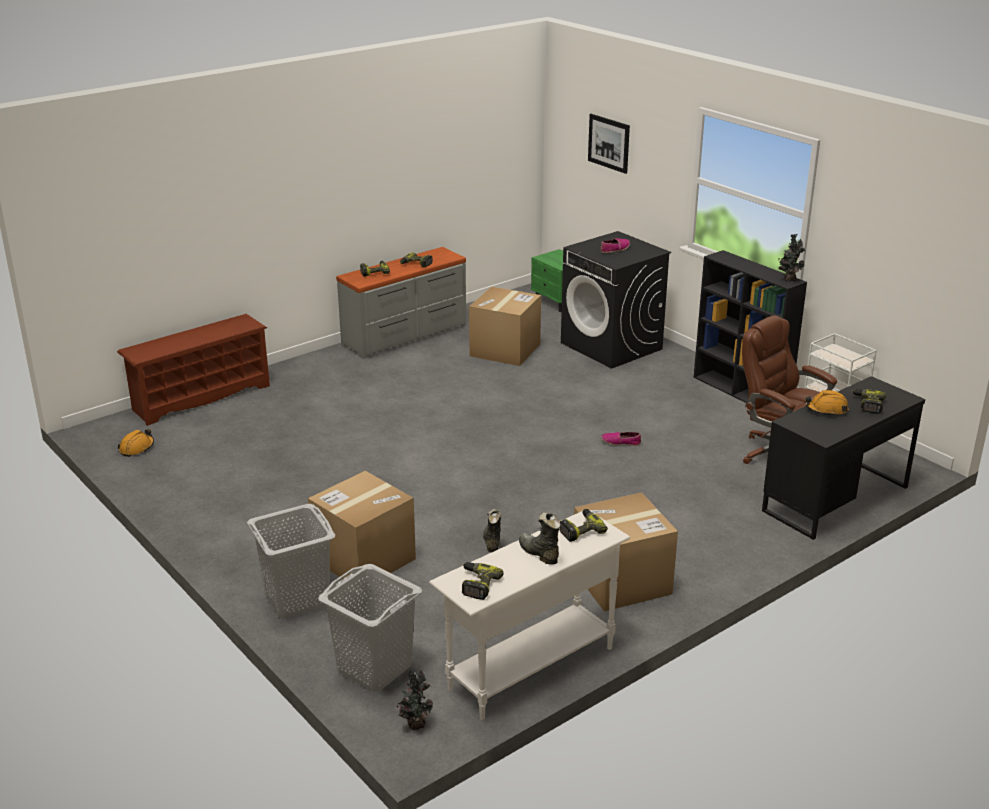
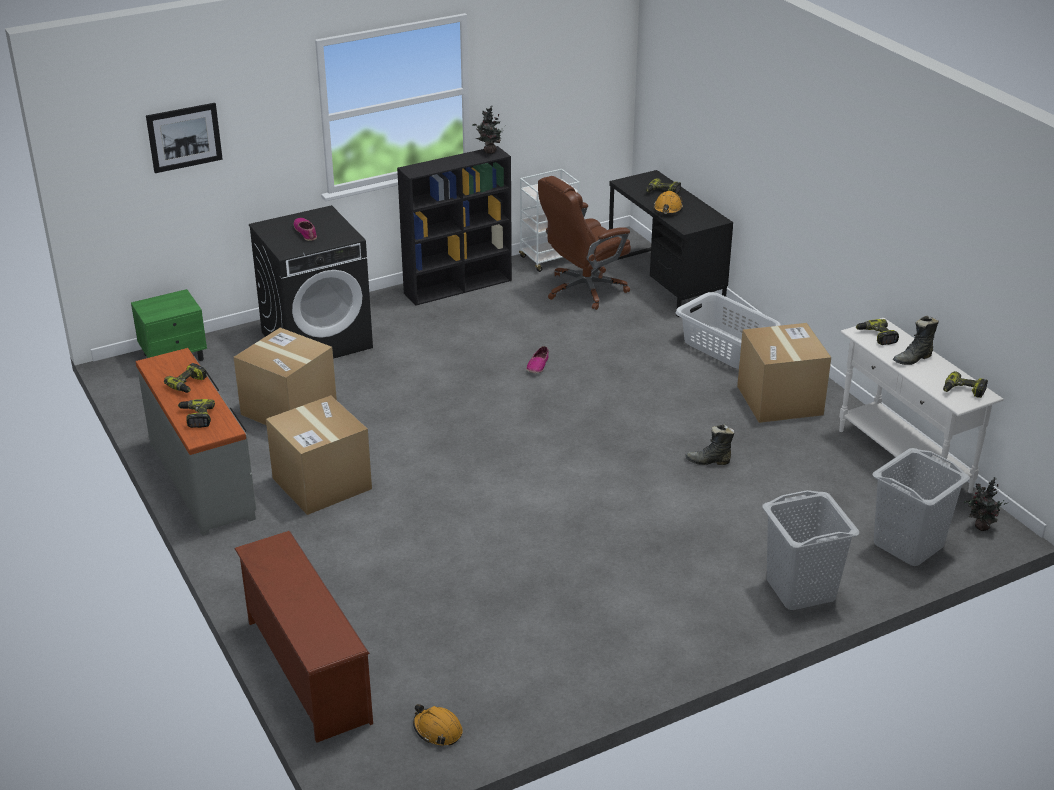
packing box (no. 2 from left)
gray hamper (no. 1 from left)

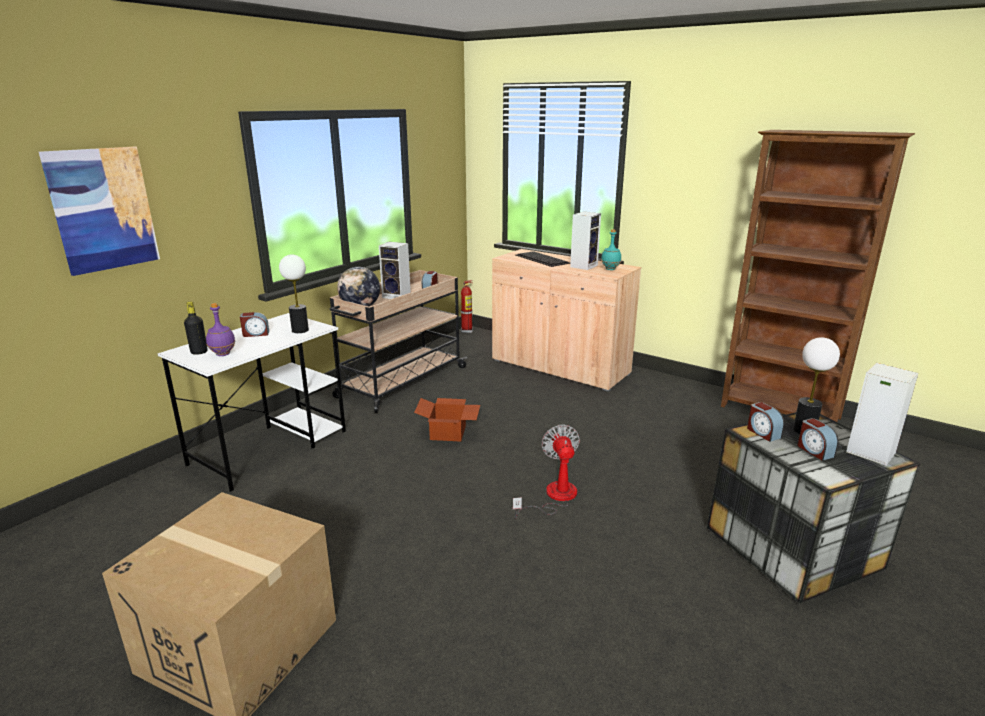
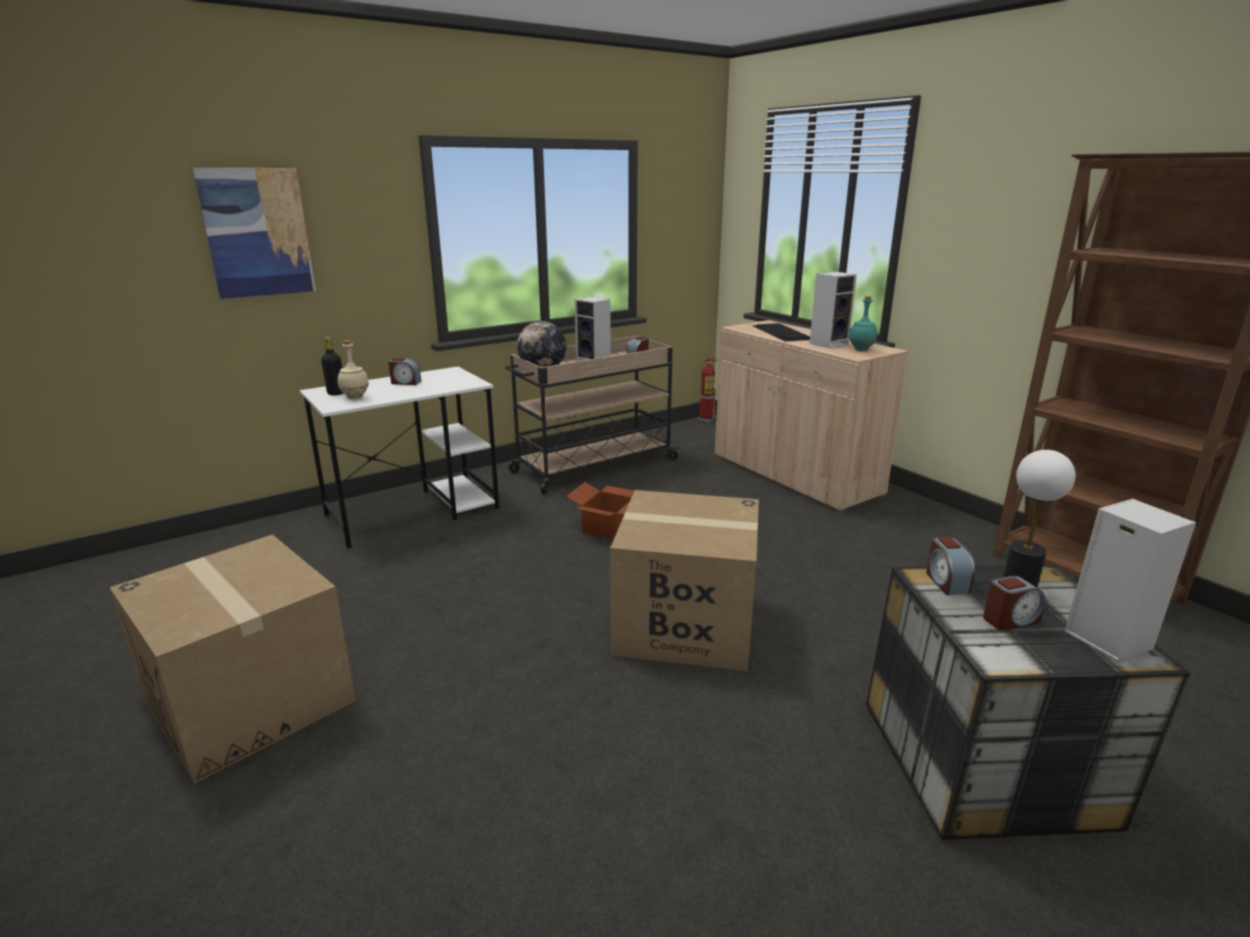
beige beverage bottle
lamp for a table (no. 1 from left in the first image)
packing box (no. 3 from left)
bedside clock (no. 4 from left)

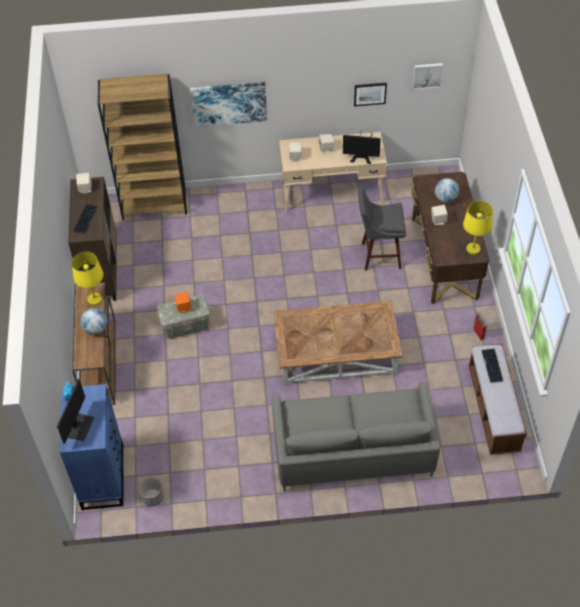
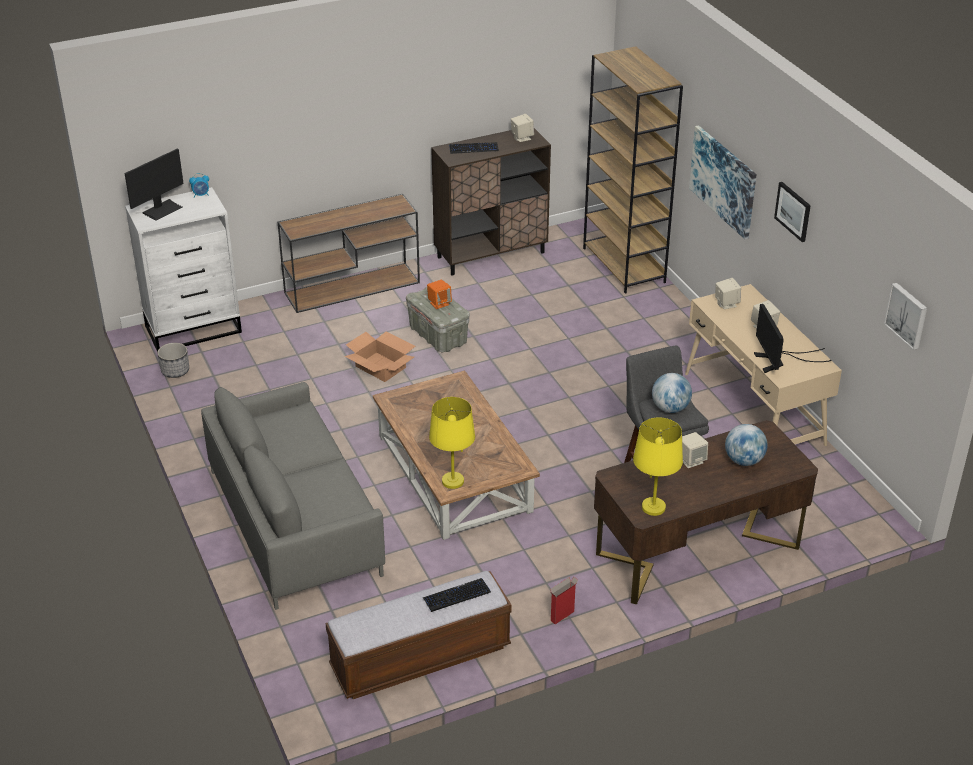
computer display (no. 1 from left)
whitish dresser
yellow-coloured lamp for a table (no. 1 from left)
desk globe (no. 1 from left)
picture (no. 2 from left)
packing box (no. 1 from left)

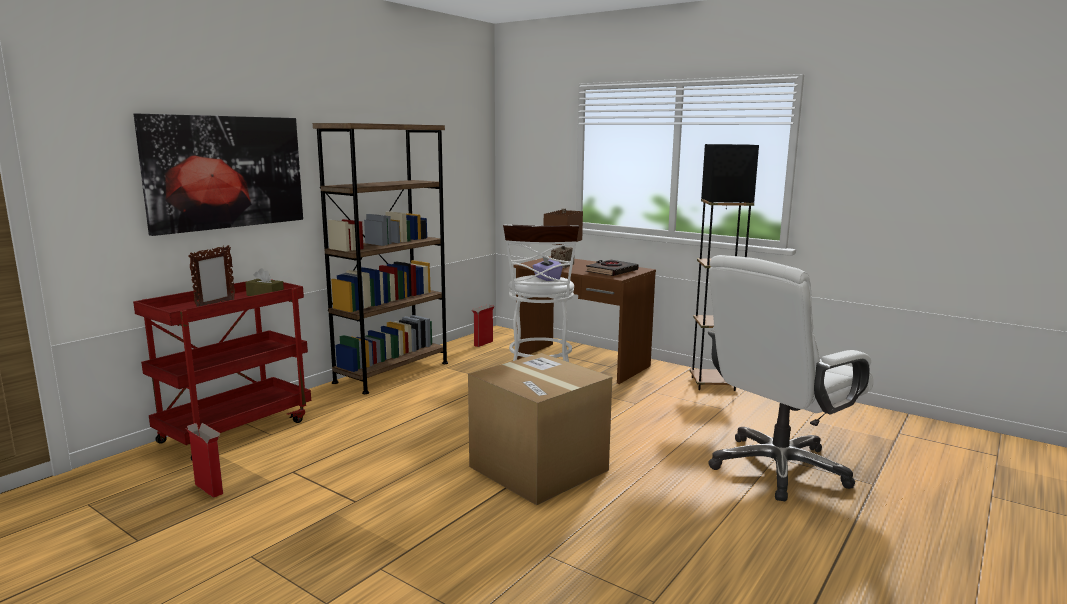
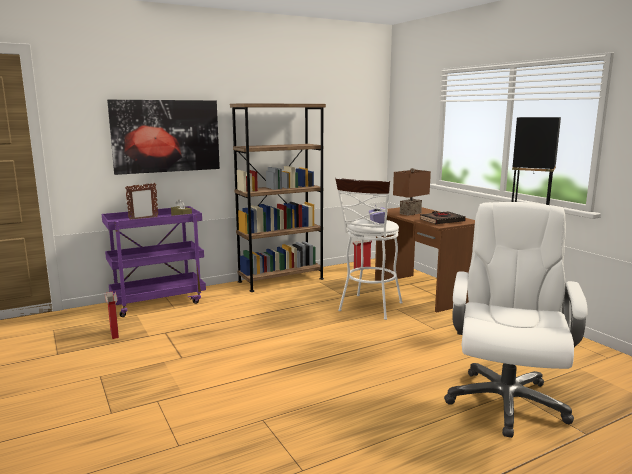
purple trolley
packing box (no. 3 from left in the first image)
whitish desk chair

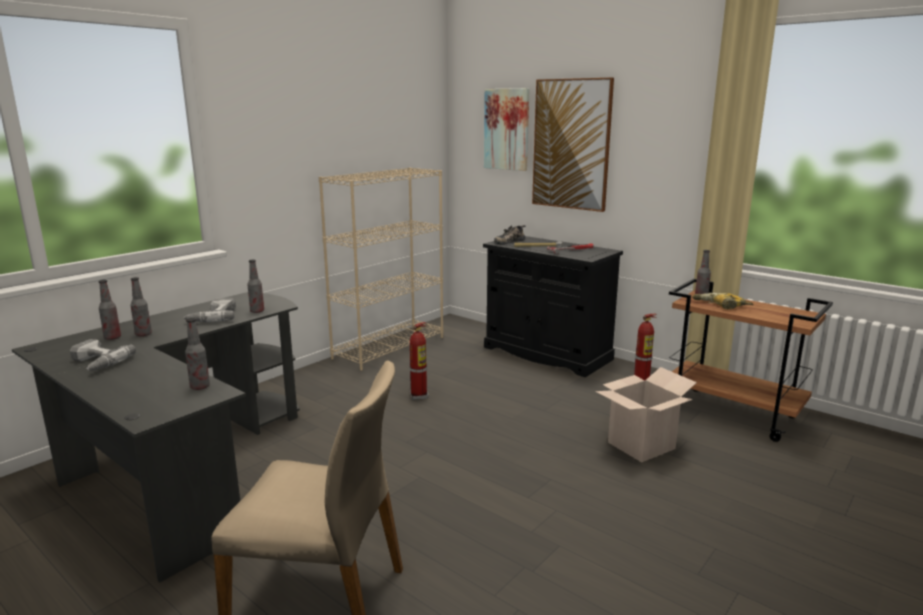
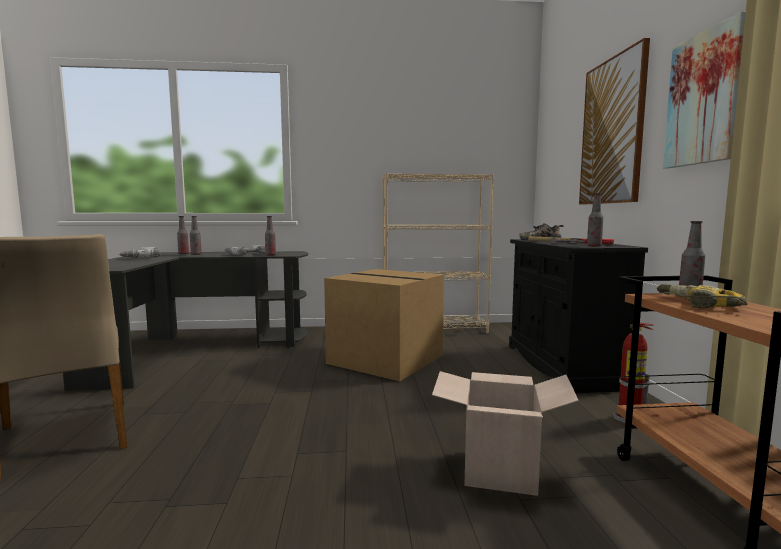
beverage bottle (no. 4 from left)
packing box (no. 1 from left)
picture (no. 2 from left)

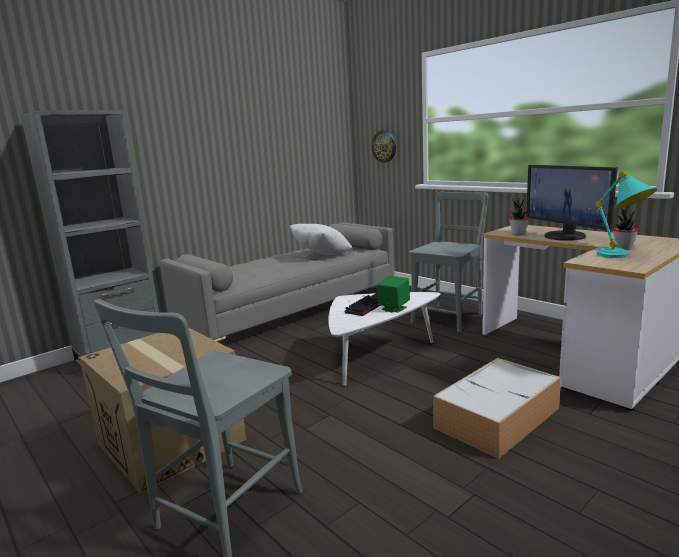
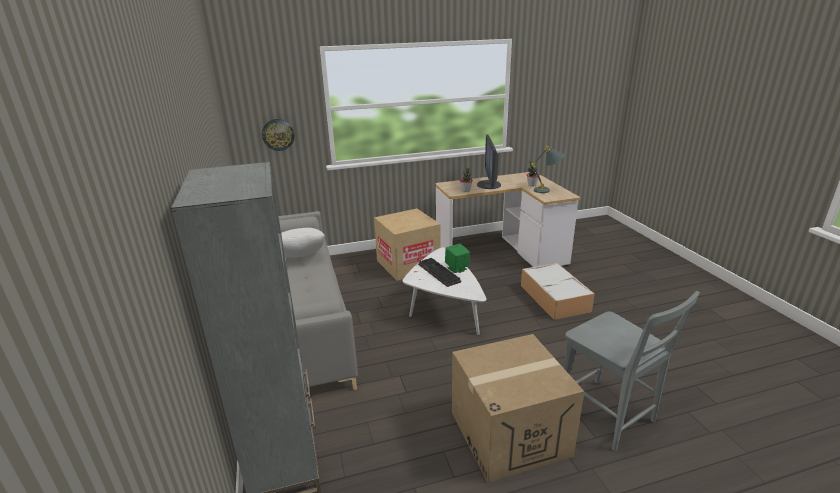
packing box (no. 1 from left)
computer display
gray lamp for a table

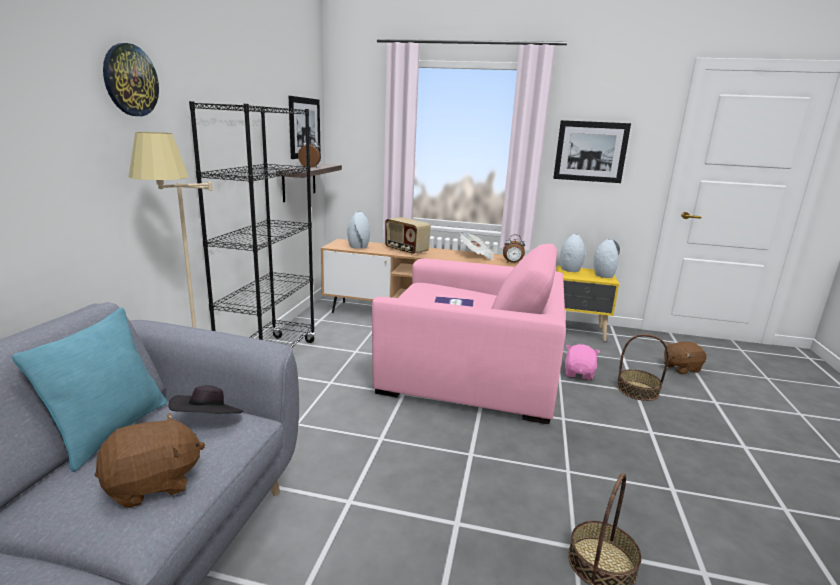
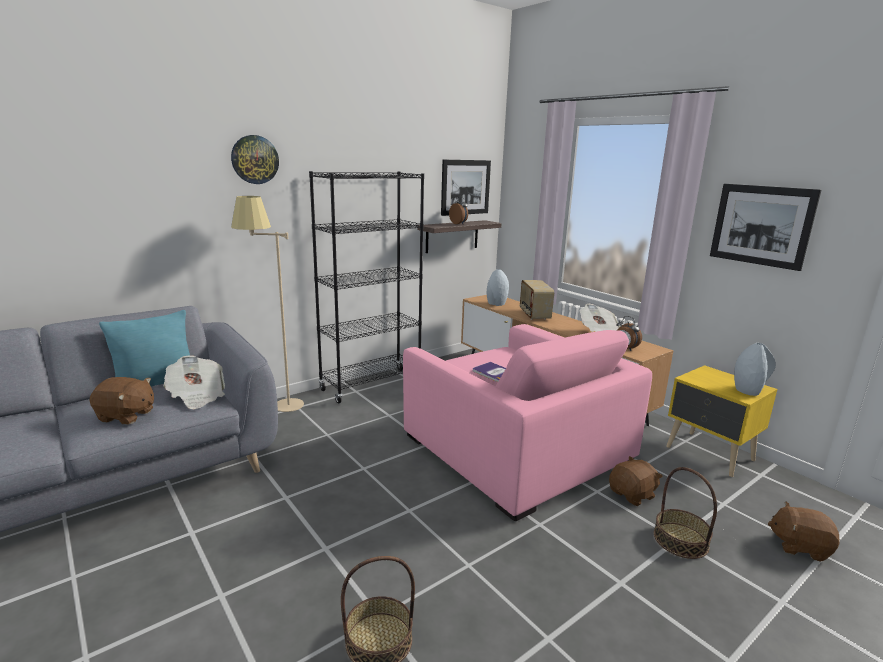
newspaper (no. 1 from left)
gray flower vase (no. 2 from left in the first image)
brown soft toy (no. 2 from left)

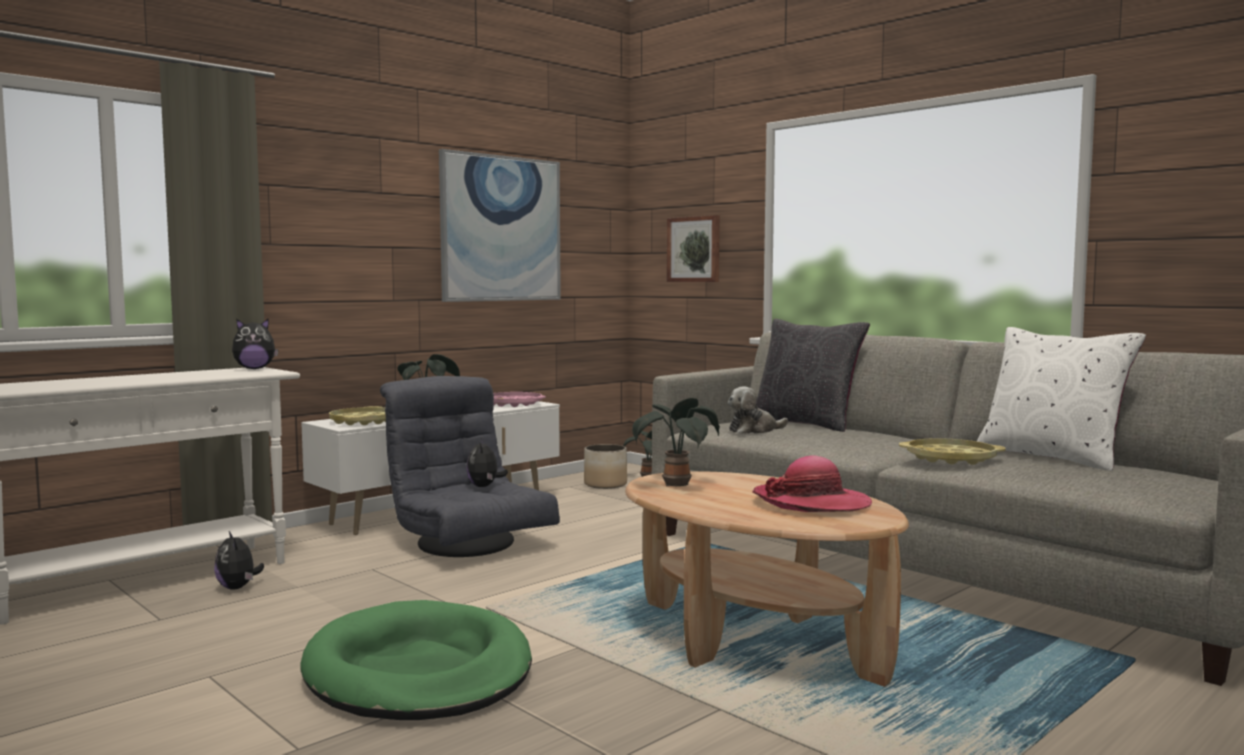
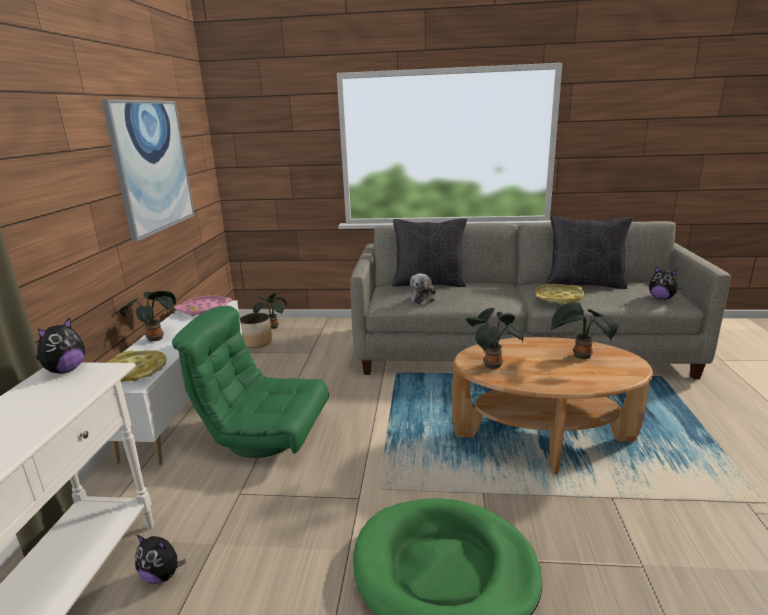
green lounge chair
soft toy (no. 4 from left)
picture (no. 2 from left in the first image)
houseplant (no. 4 from left)
black throw pillow (no. 2 from left)

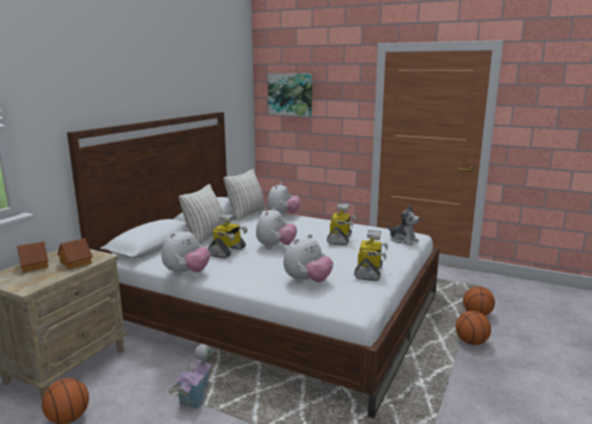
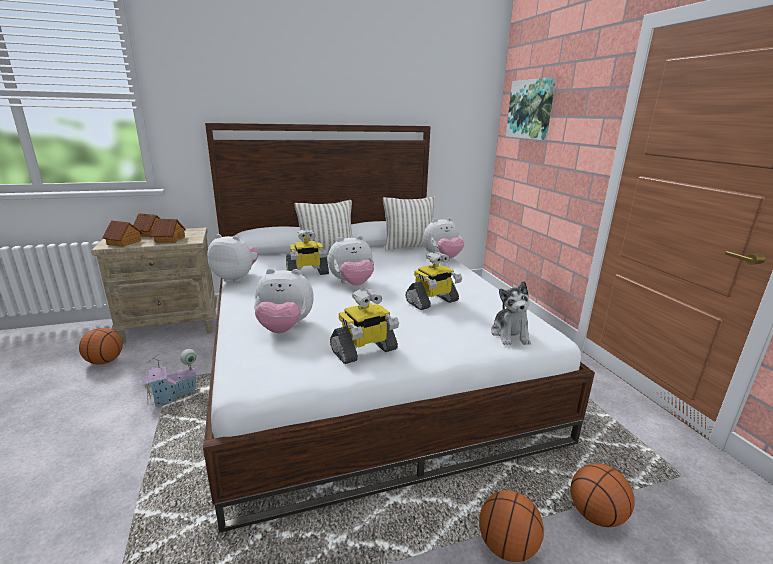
soft toy (no. 1 from left)
toy house (no. 1 from left)

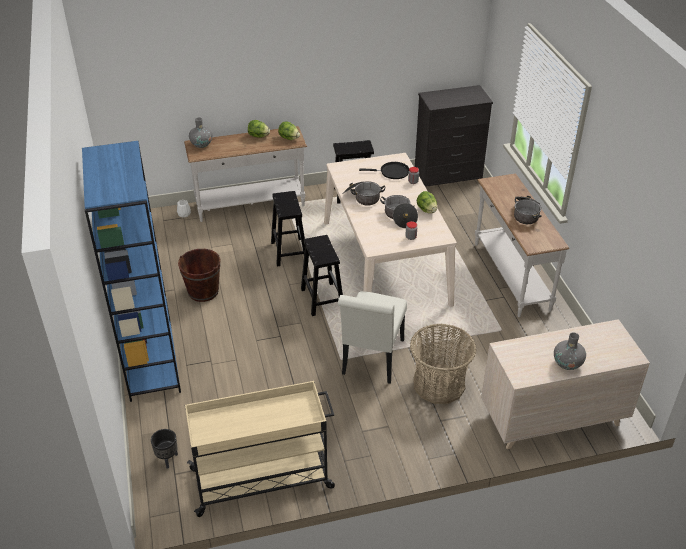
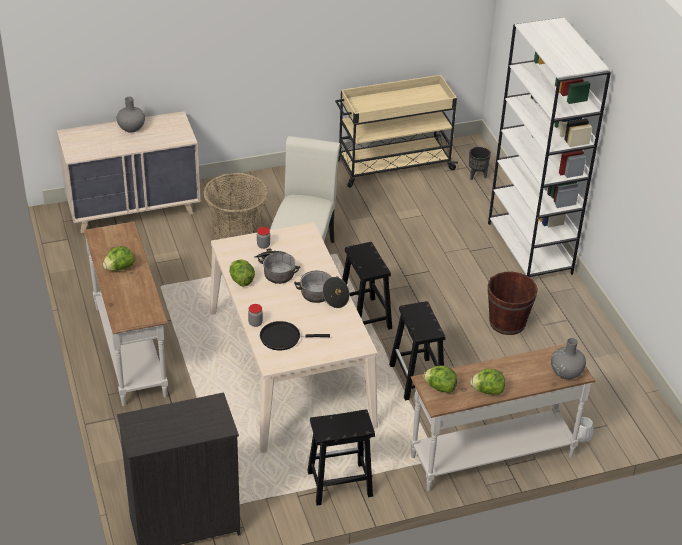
whitish bookcase
lettuce (no. 1 from left)

